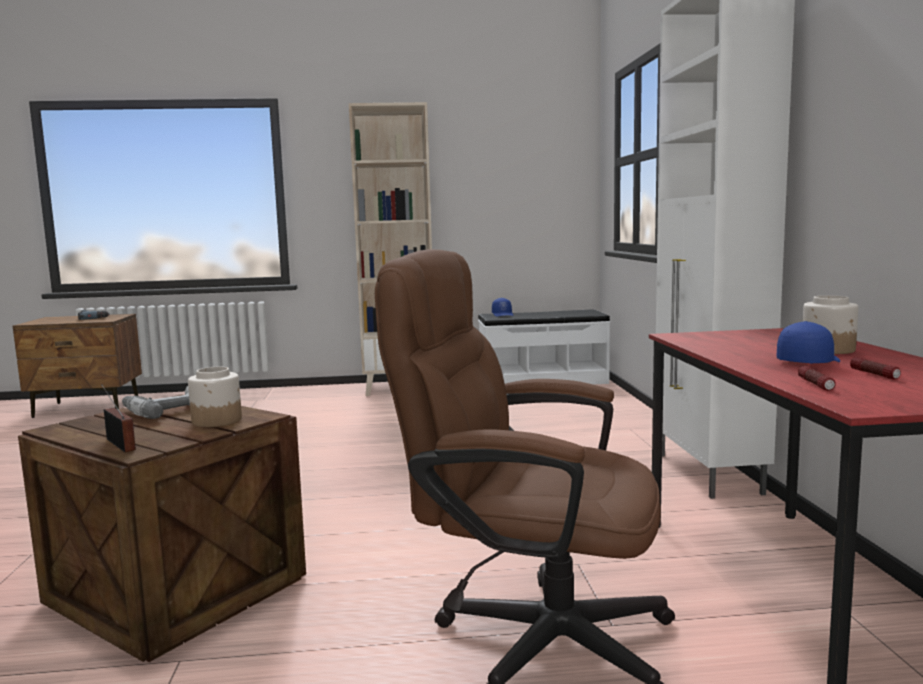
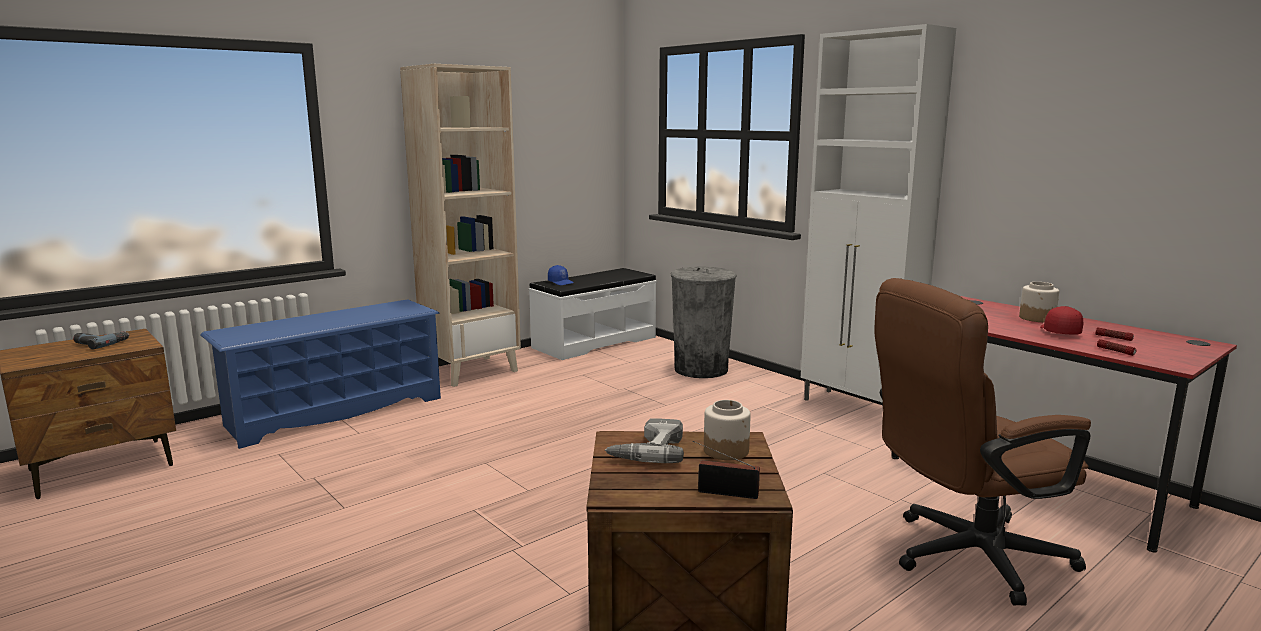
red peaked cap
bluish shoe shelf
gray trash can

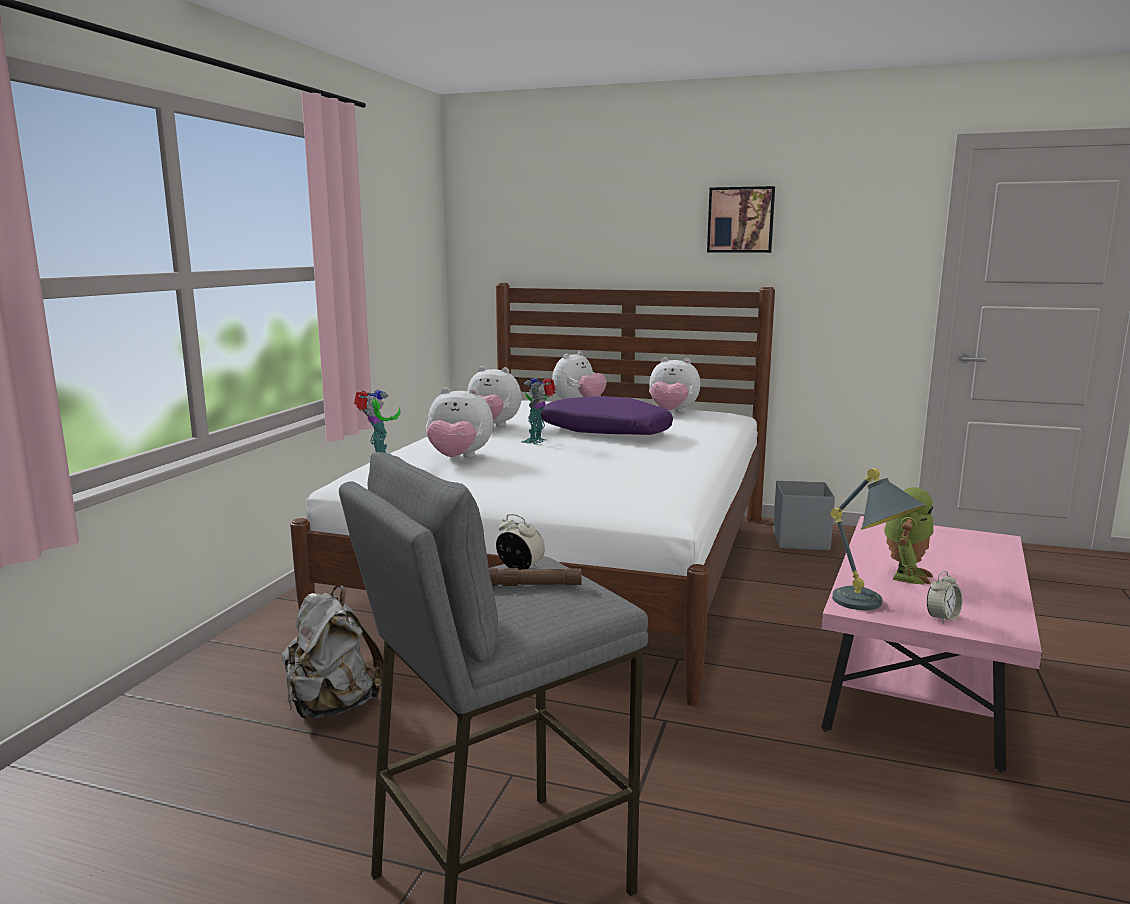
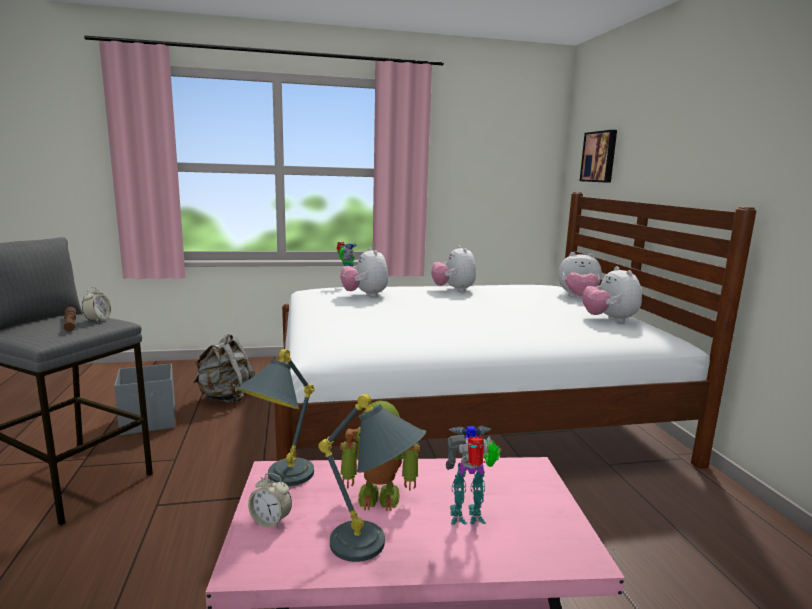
toy robot (no. 3 from left)
purple throw pillow
picture
gray storage bin
gray lamp for a table (no. 2 from left)

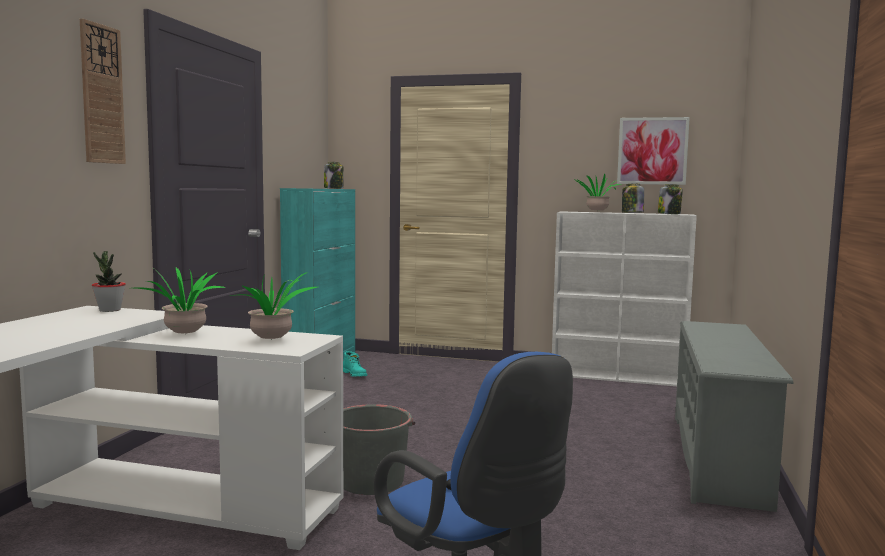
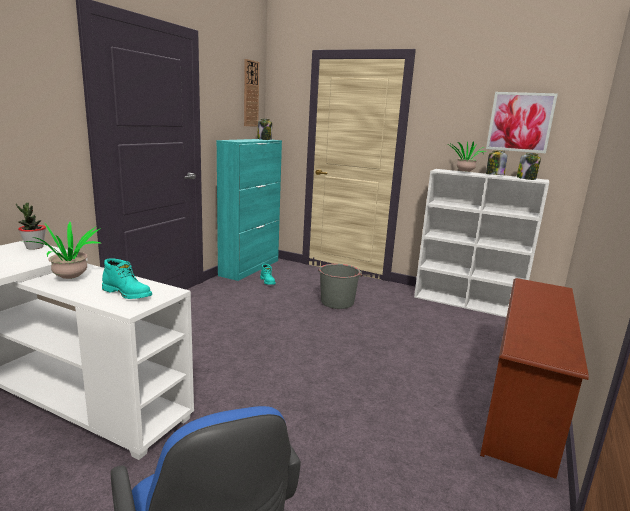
hanging clock
turquoise-coloured boot (no. 1 from left)
gray pail
brown shoe shelf

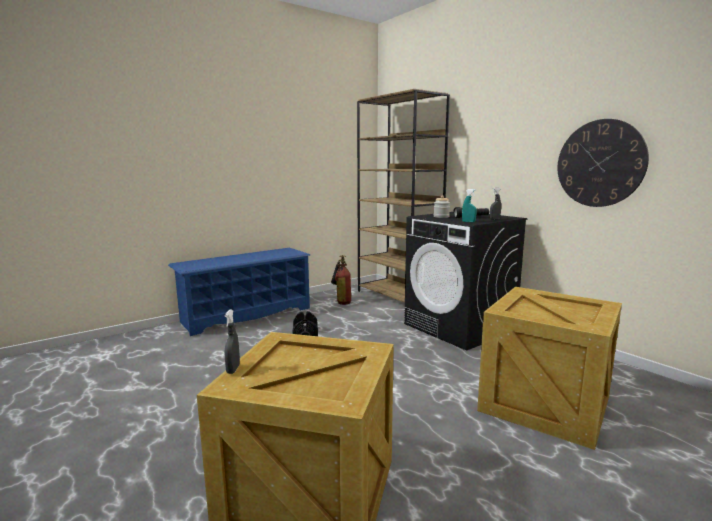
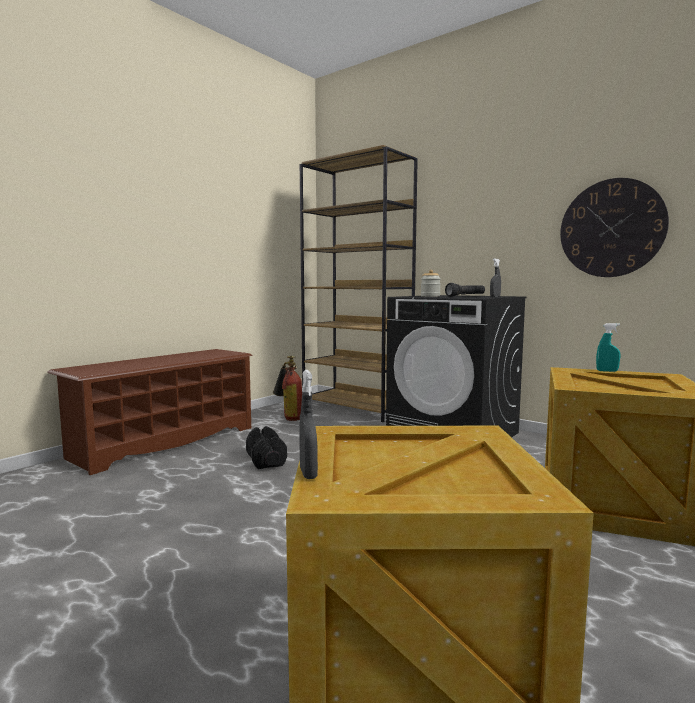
brown shoe shelf
turquoise-coloured hand sprayer

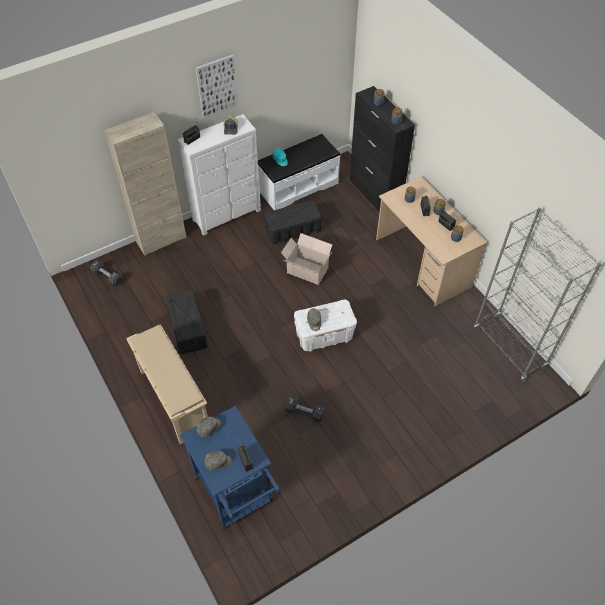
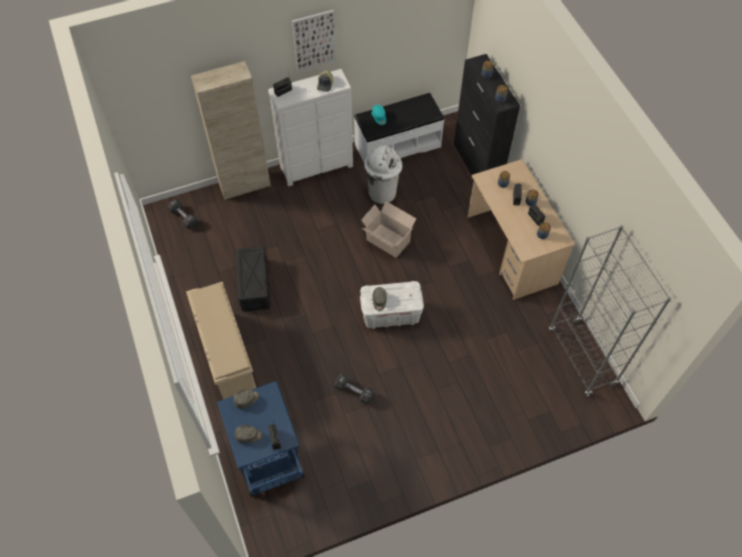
whitish trash can

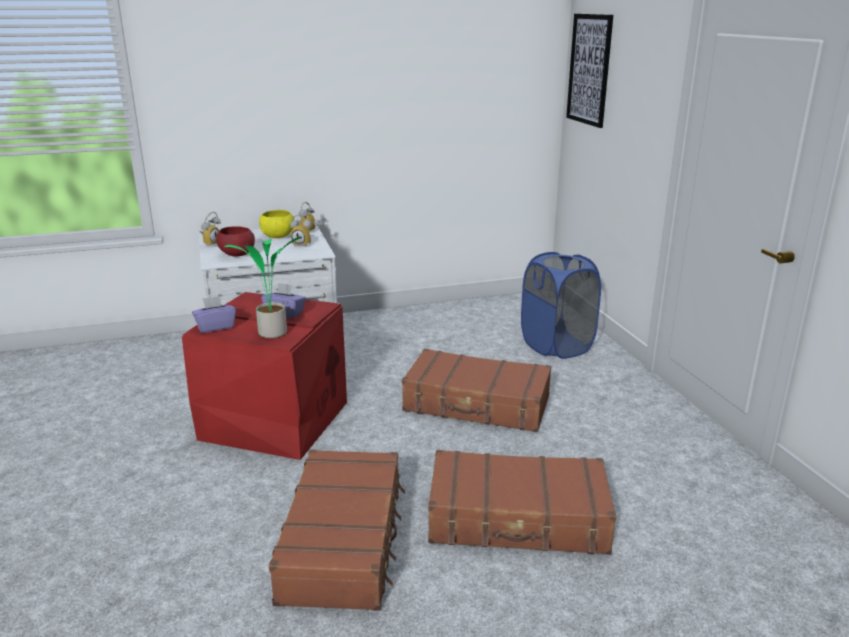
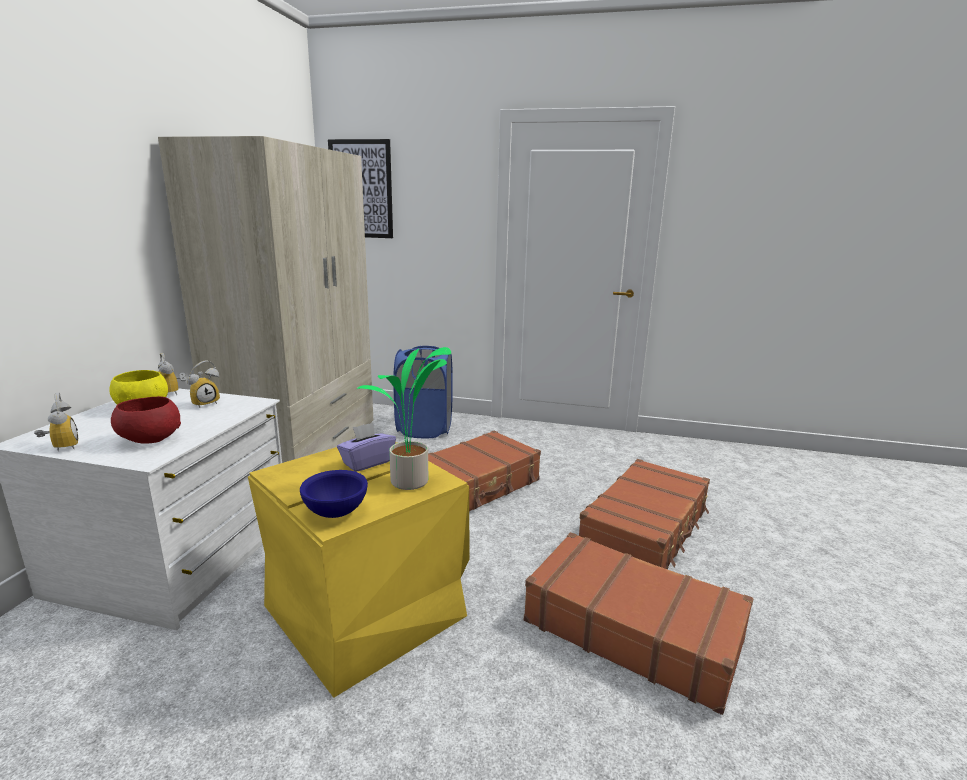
yellow-coloured storage bin
bluish deep dish
beige clothes cupboard

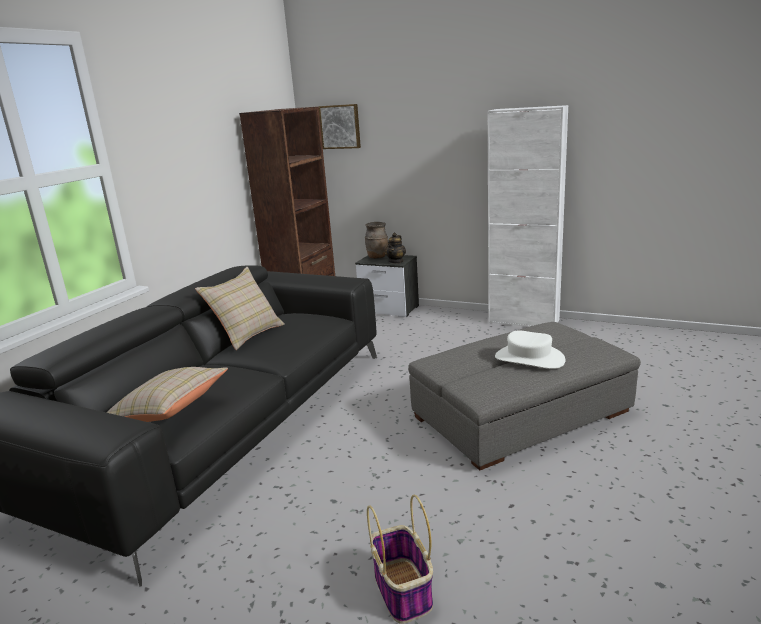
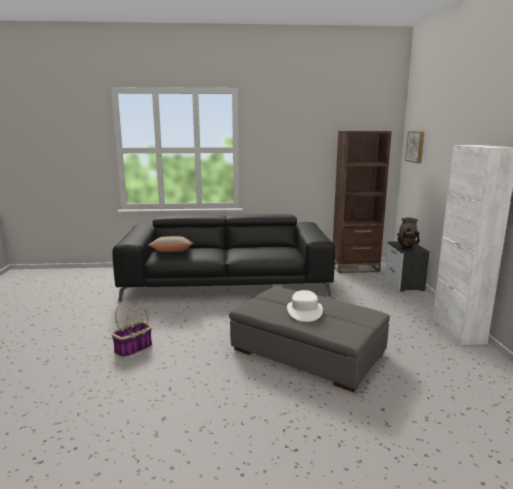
beige throw pillow (no. 2 from left in the first image)

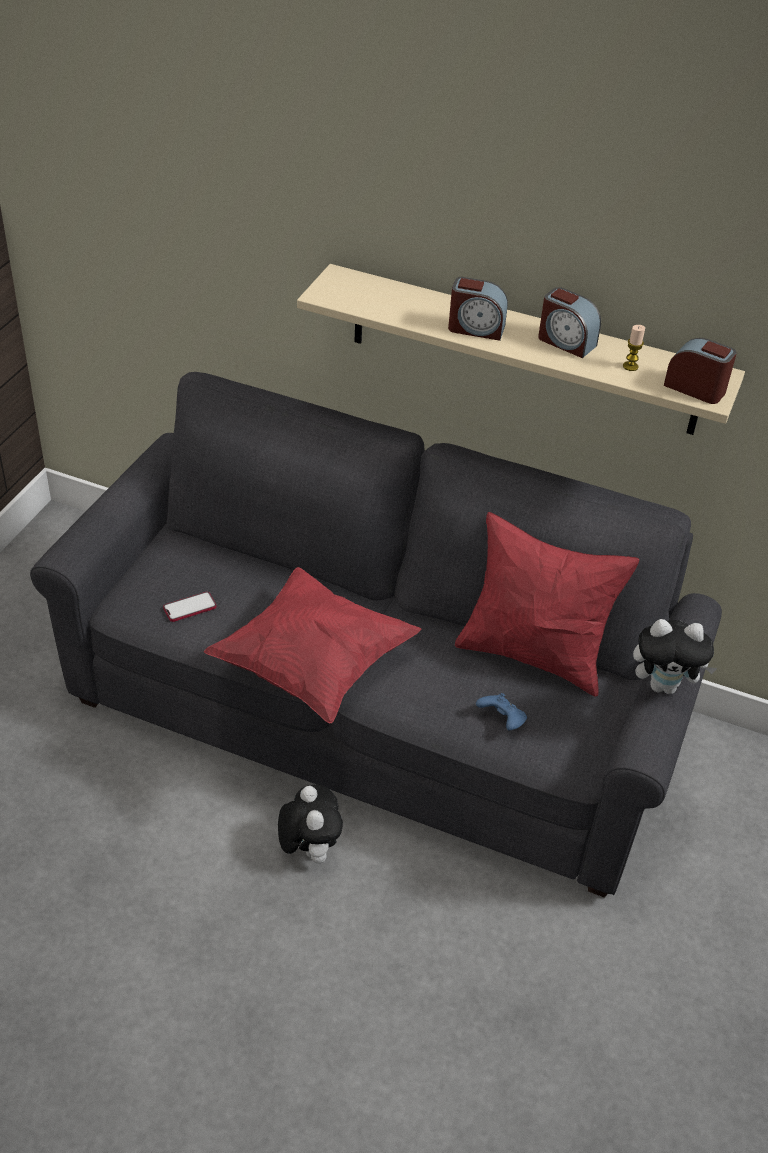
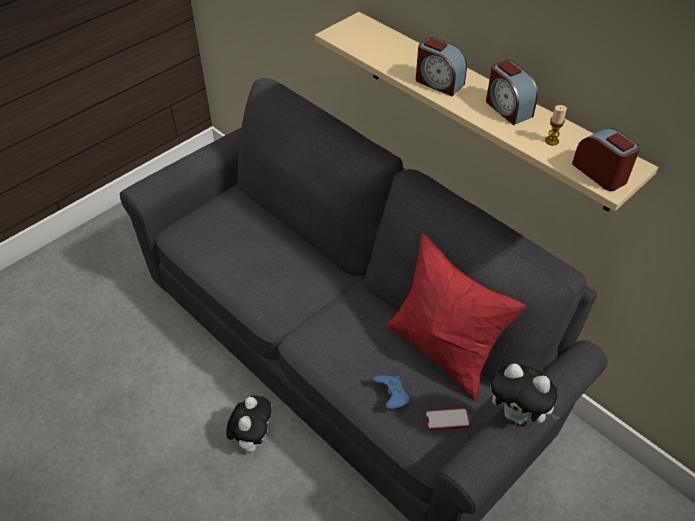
phone
red throw pillow (no. 1 from left in the first image)

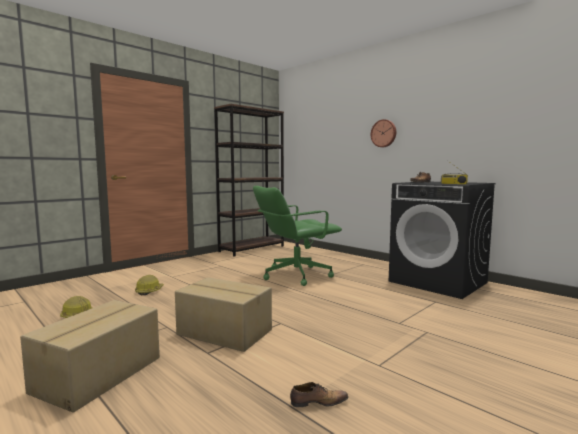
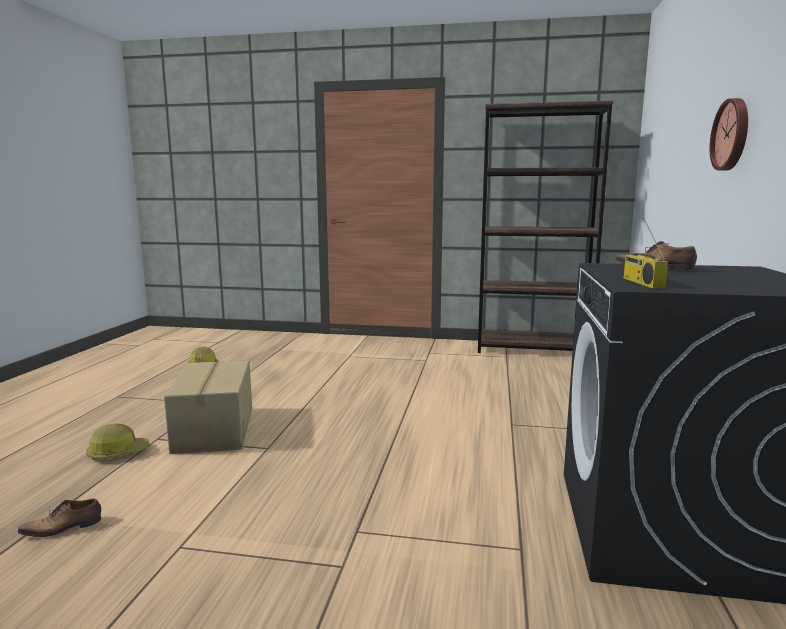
packing box (no. 1 from left in the first image)
safety helmet (no. 1 from left)
green desk chair
shoe (no. 1 from left)

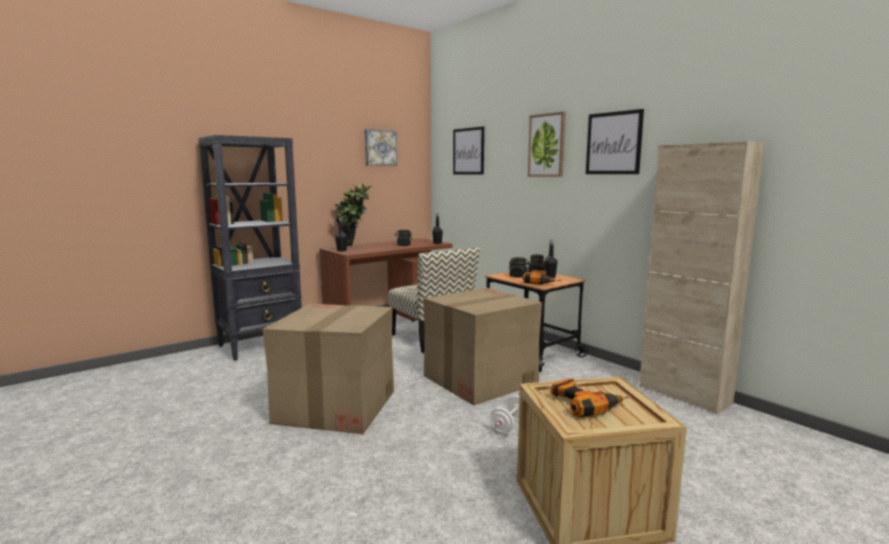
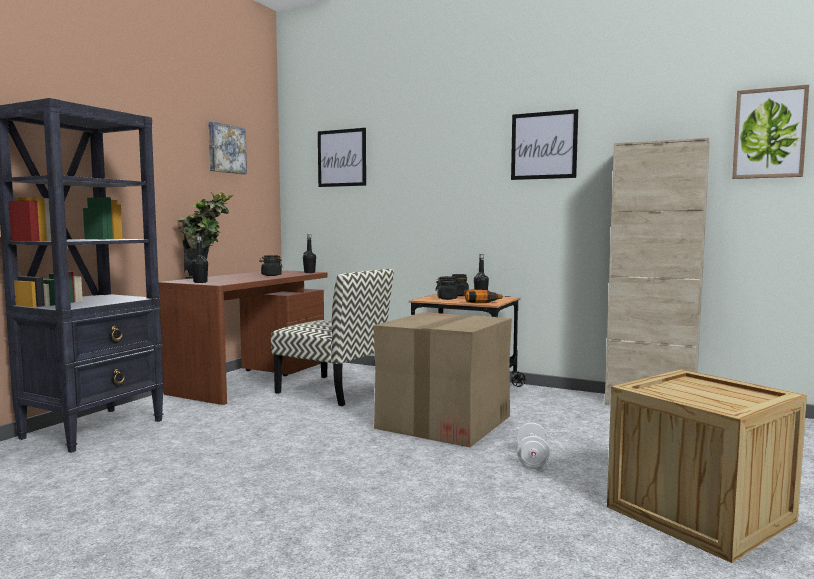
packing box (no. 1 from left in the first image)
picture (no. 4 from left)
electric drill (no. 2 from left in the first image)

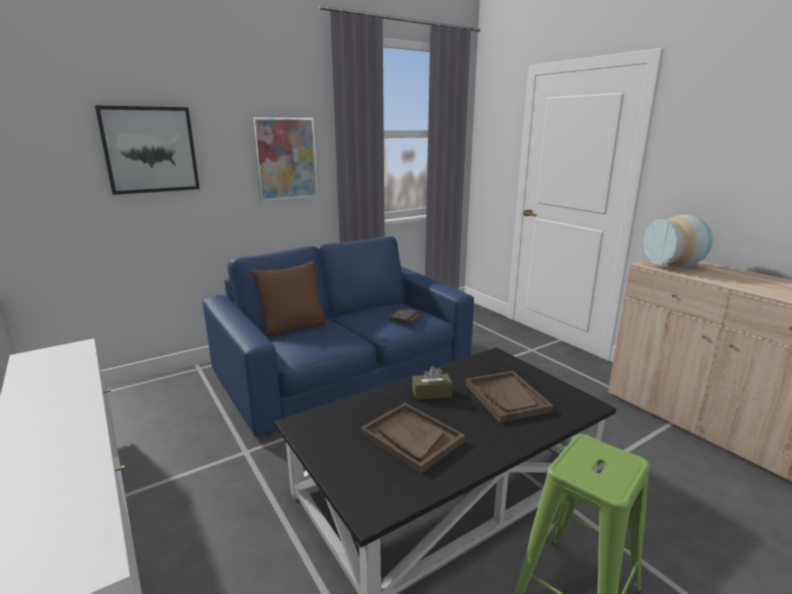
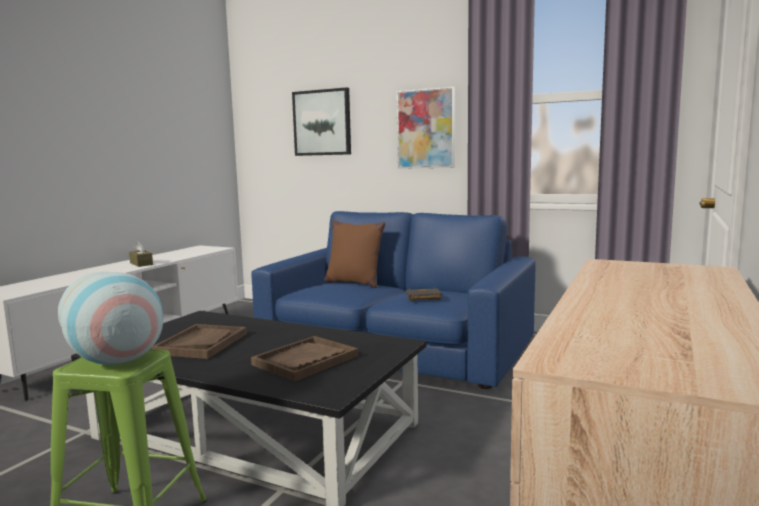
brown tissue box
flower vase

